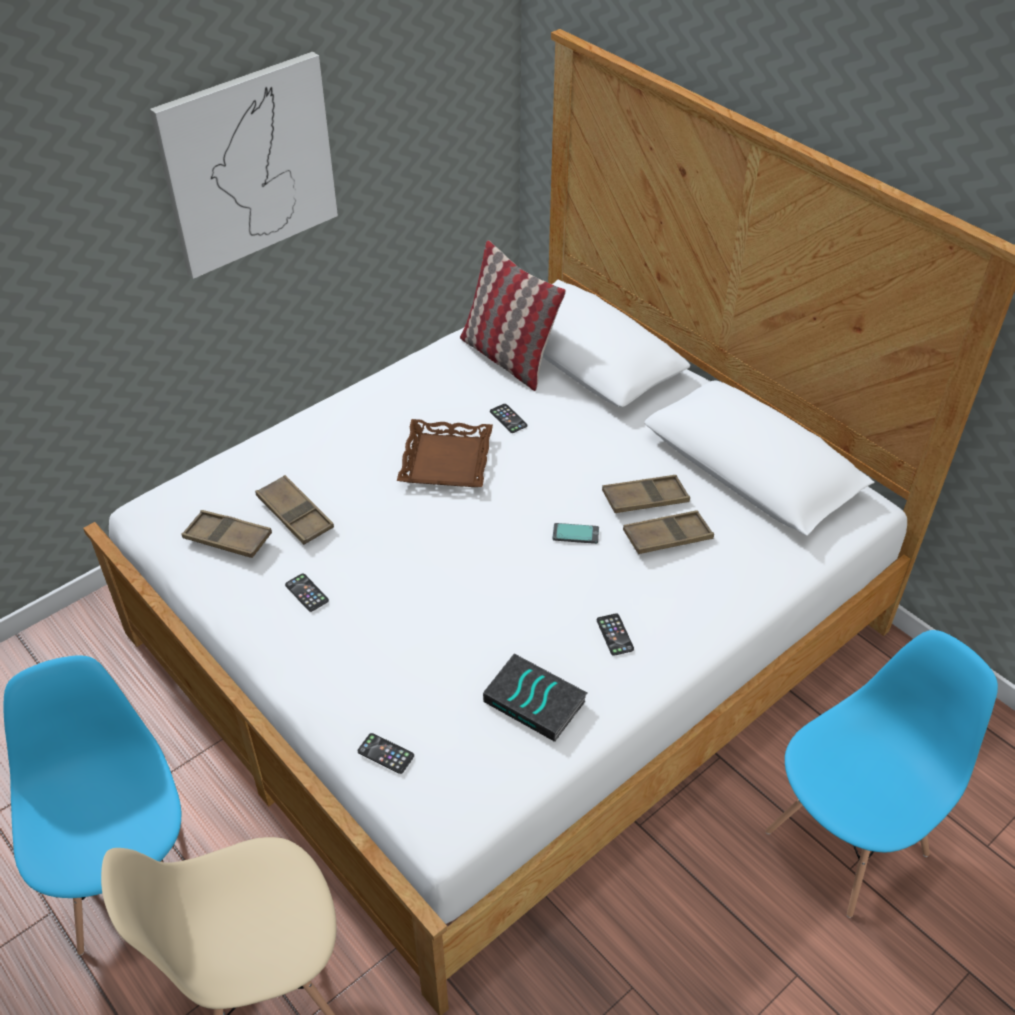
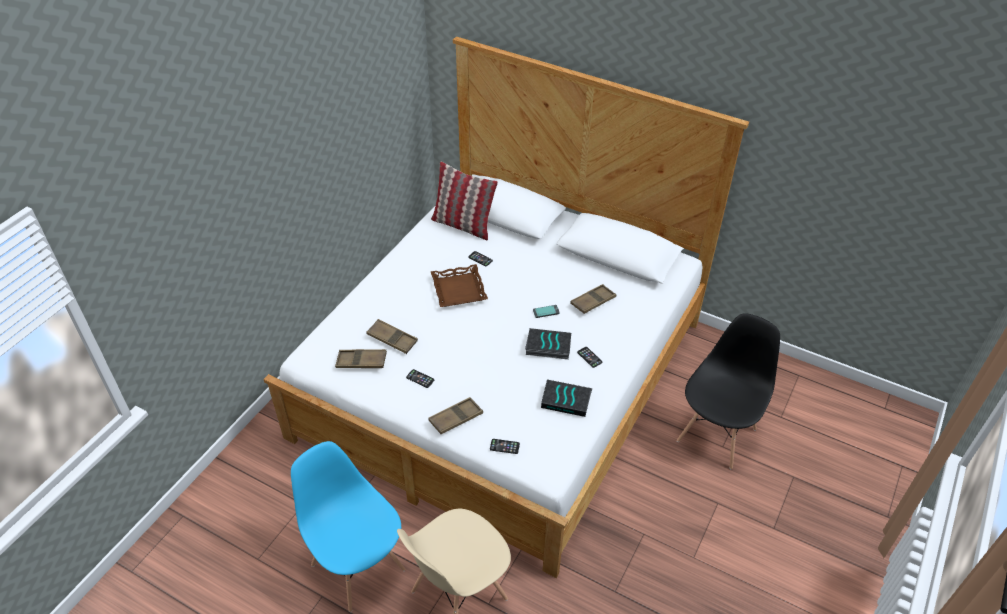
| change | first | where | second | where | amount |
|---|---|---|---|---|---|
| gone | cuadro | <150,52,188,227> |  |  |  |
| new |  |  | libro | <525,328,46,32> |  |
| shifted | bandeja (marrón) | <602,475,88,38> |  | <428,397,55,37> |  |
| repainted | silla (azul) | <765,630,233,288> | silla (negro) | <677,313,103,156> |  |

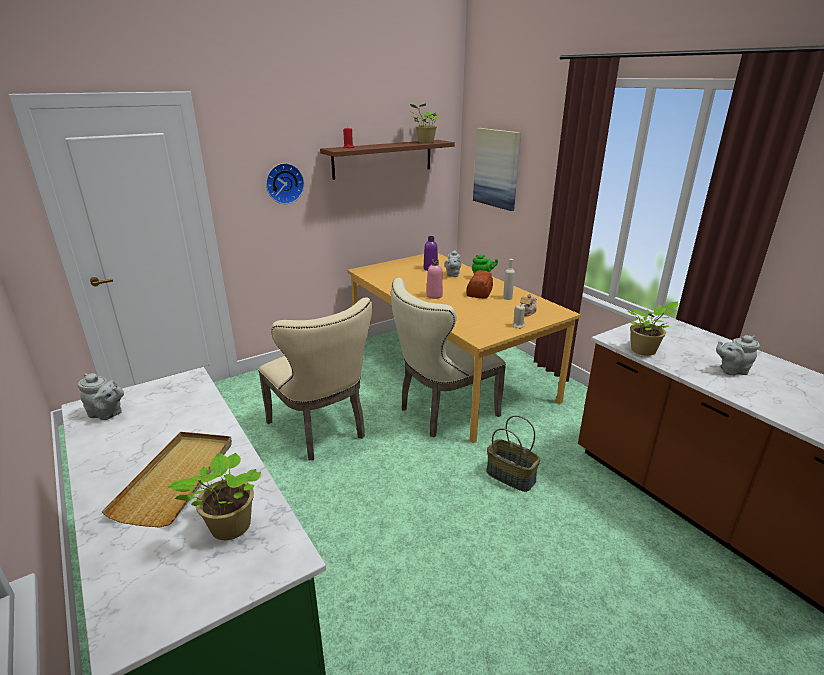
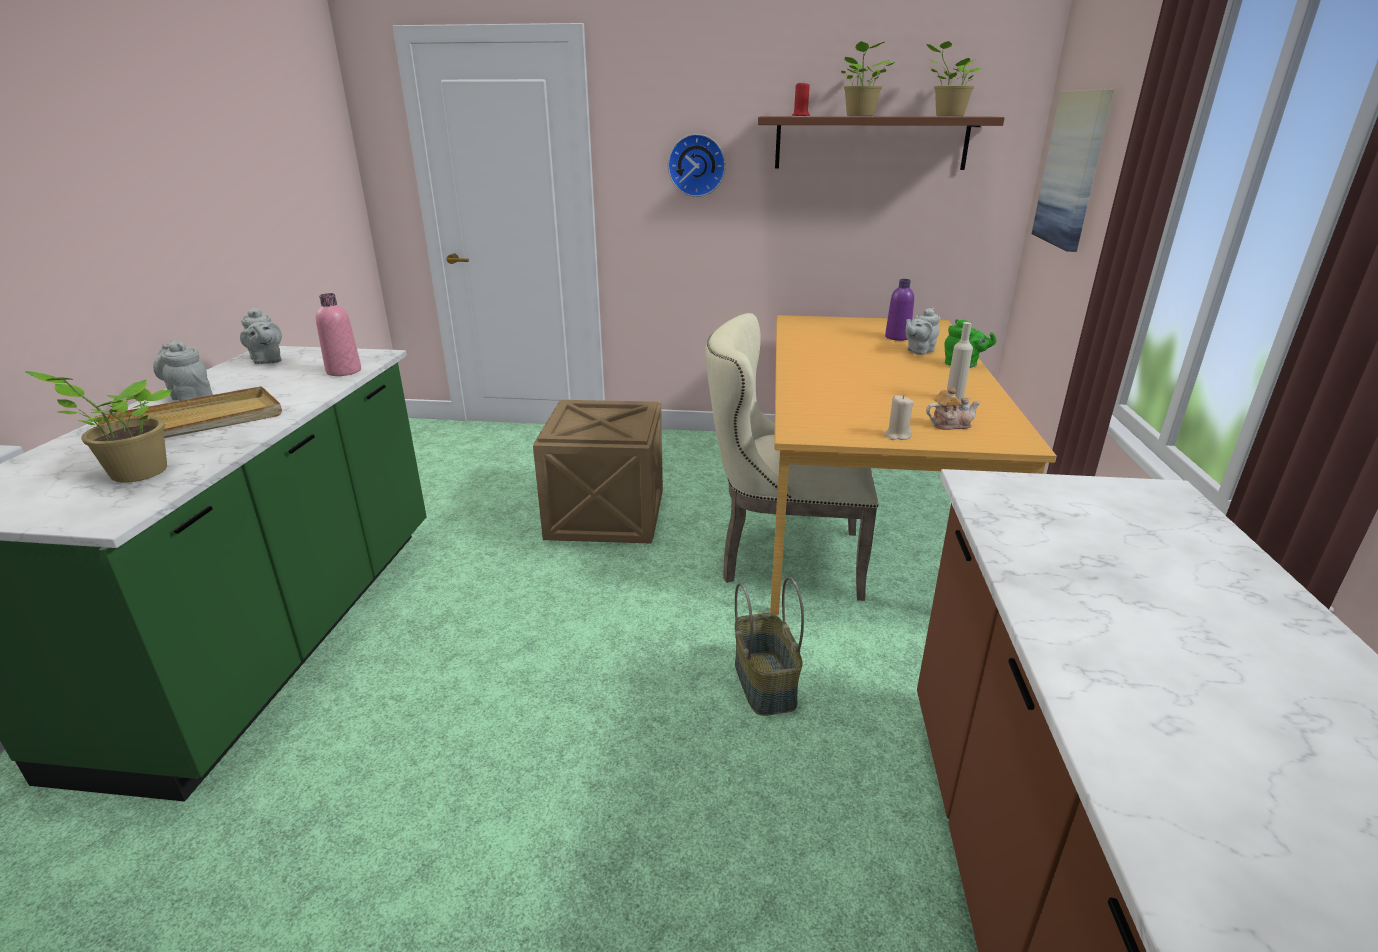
| change | first | where | second | where | amount |
|---|---|---|---|---|---|
| gone | pan | <466,270,27,28> |  |  |  |
| shifted | botella (rosa) | <426,259,17,40> |  | <316,293,45,83> |  |
| shifted | planta en maceta | <628,301,51,55> |  | <841,41,54,75> |  |
| shifted | tetera (gris) | <716,335,44,41> |  | <153,341,60,60> |  |
| swapped | silla (beis) | <258,297,114,163> | caja de embalaje | <533,400,130,144> |  |

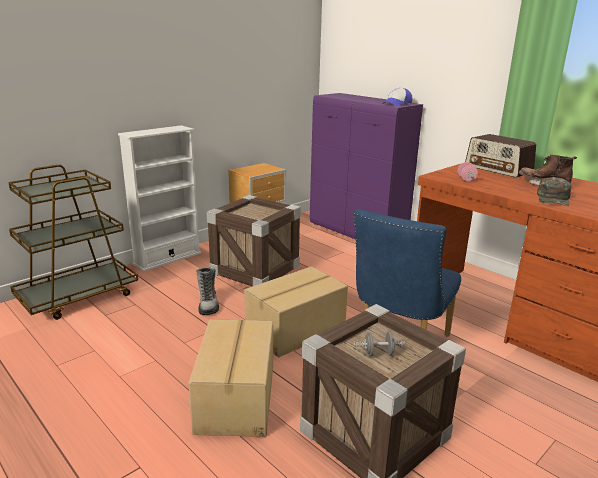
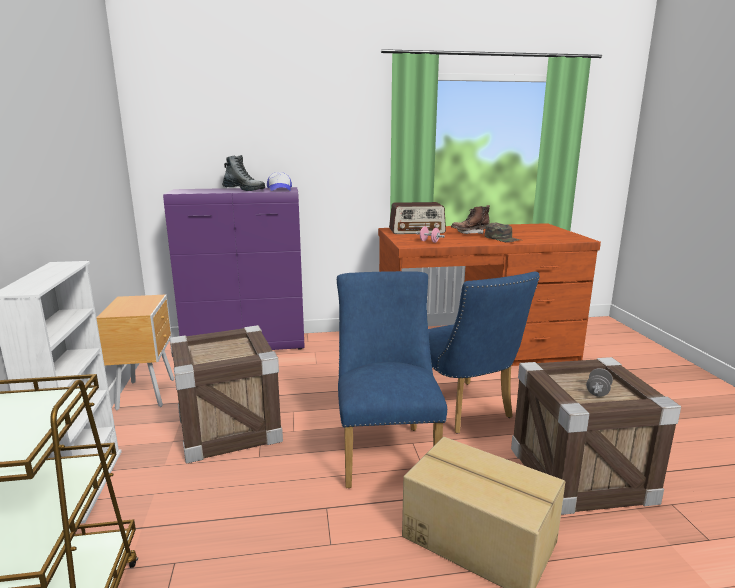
| change | first | where | second | where | amount |
|---|---|---|---|---|---|
| shifted | bota | <196,267,23,48> |  | <222,155,43,36> |  |
| swapped | caja de cartón | <244,266,104,91> | silla (azul) | <337,271,110,217> |  |

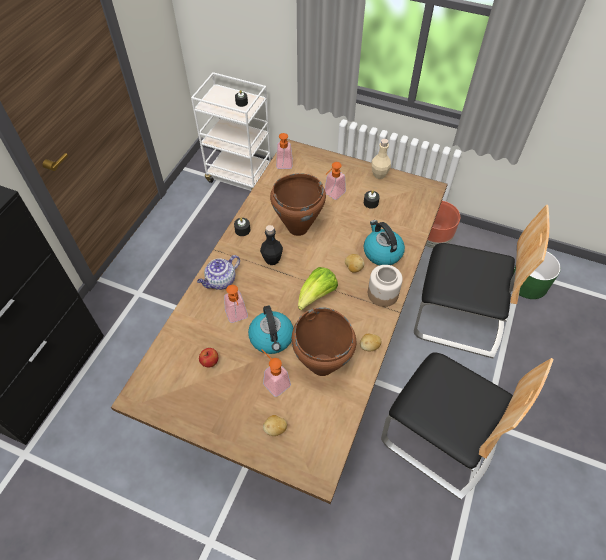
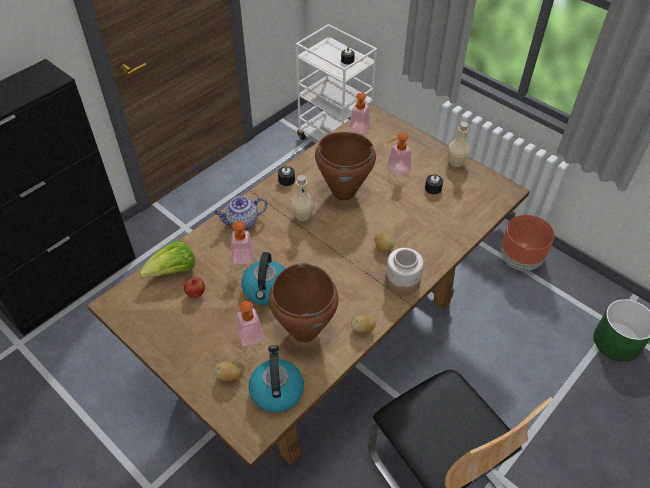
| change | first | where | second | where | amount |
|---|---|---|---|---|---|
| gone | silla | <414,204,135,155> |  |  |  |
| shifted | lechuga | <298,267,40,43> |  | <139,240,56,39> |  |
| shifted | hervidor | <364,220,41,45> |  | <249,345,55,67> |  |
| repainted | botella (negro) | <260,225,23,40> | botella (beis) | <291,175,23,46> |  |

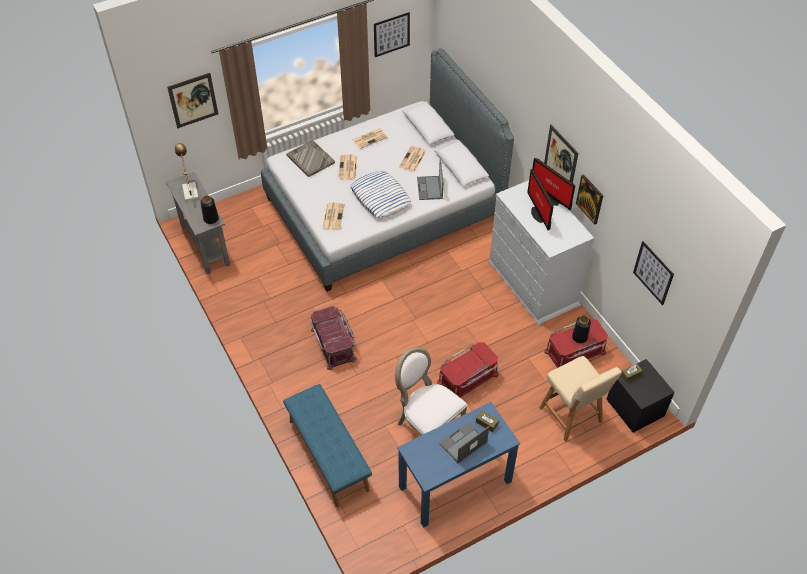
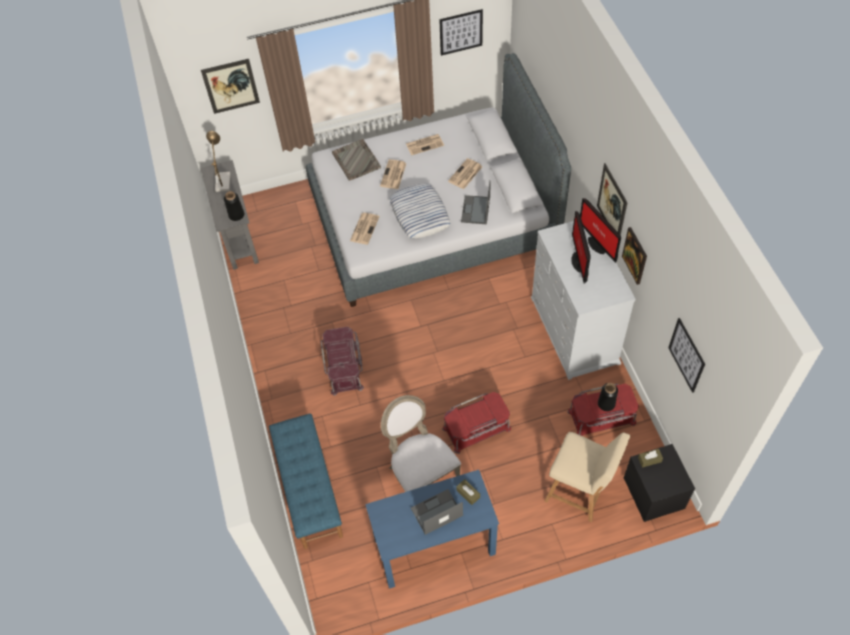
| change | first | where | second | where | amount |
|---|---|---|---|---|---|
| rotated | silla (beis) | <539,356,83,86> |  | <544,432,86,90> | 45 degrees counterclockwise |

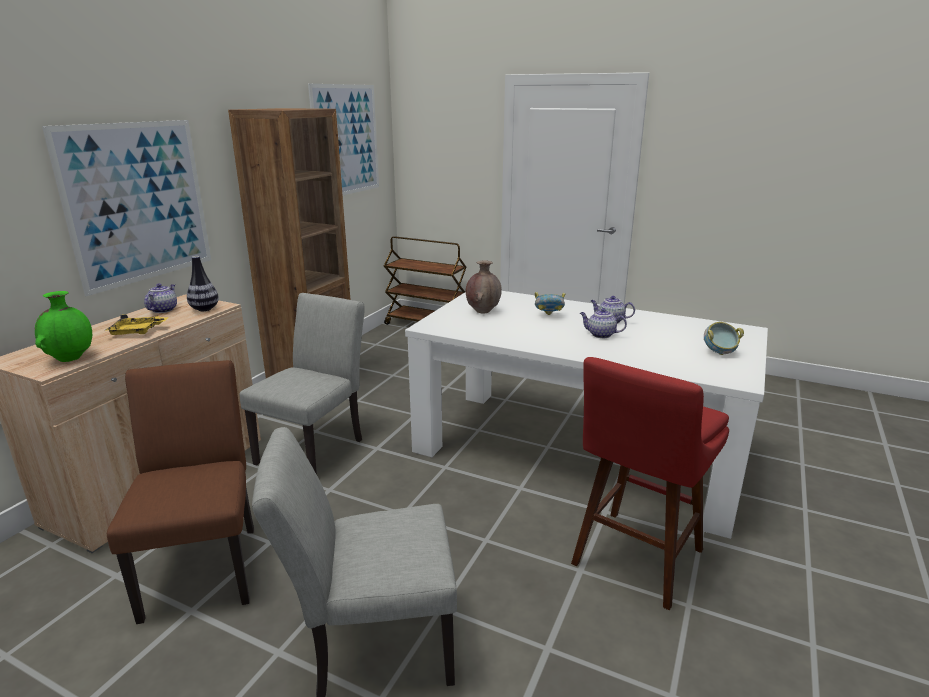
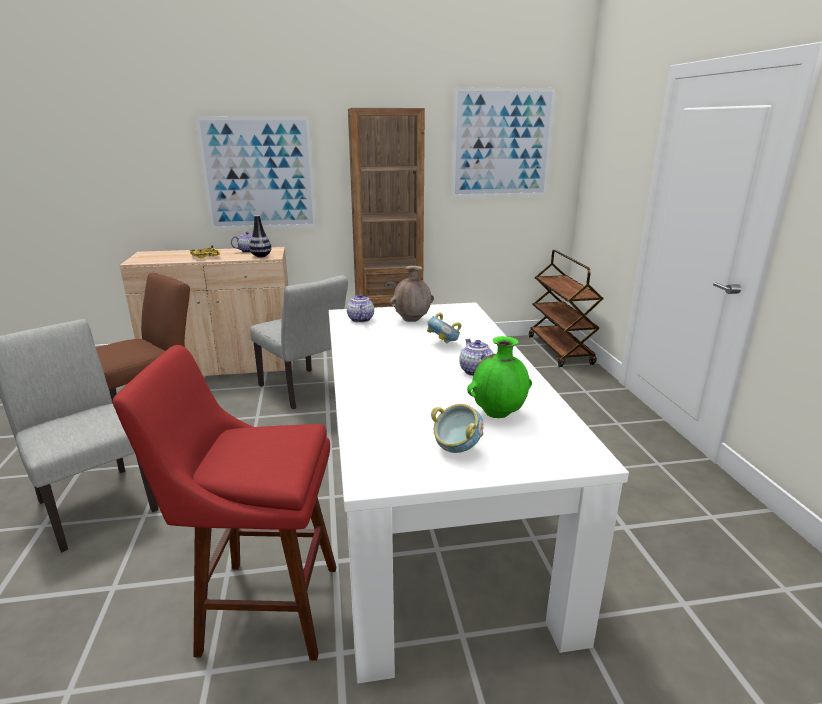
| change | first | where | second | where | amount |
|---|---|---|---|---|---|
| shifted | florero (verde) | <35,291,57,71> |  | <467,336,65,82> |  |
| shifted | tetera | <580,308,47,30> |  | <347,294,27,29> |  |
| rotated | silla (gris) | <240,293,125,182> |  | <250,275,98,134> | 60 degrees clockwise |

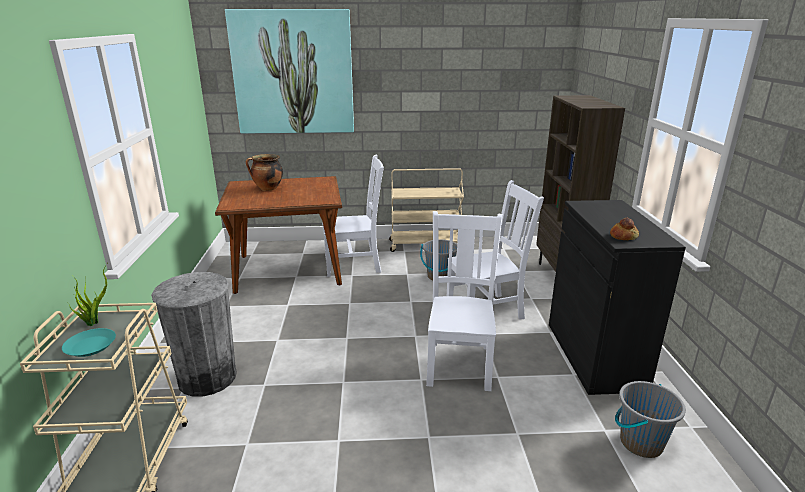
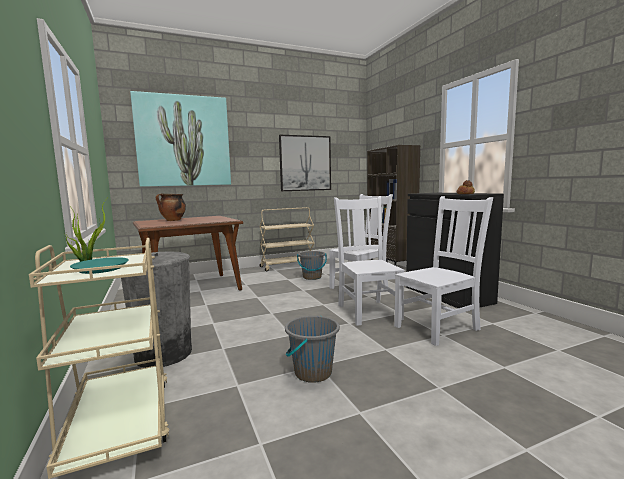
| change | first | where | second | where | amount |
|---|---|---|---|---|---|
| new |  |  | cuadro | <279,135,52,56> |  |
| shifted | silla (blanco) | <322,155,62,122> |  | <394,196,99,150> |  |
| shifted | cubo (gris) | <615,381,71,77> |  | <285,316,55,67> |  |

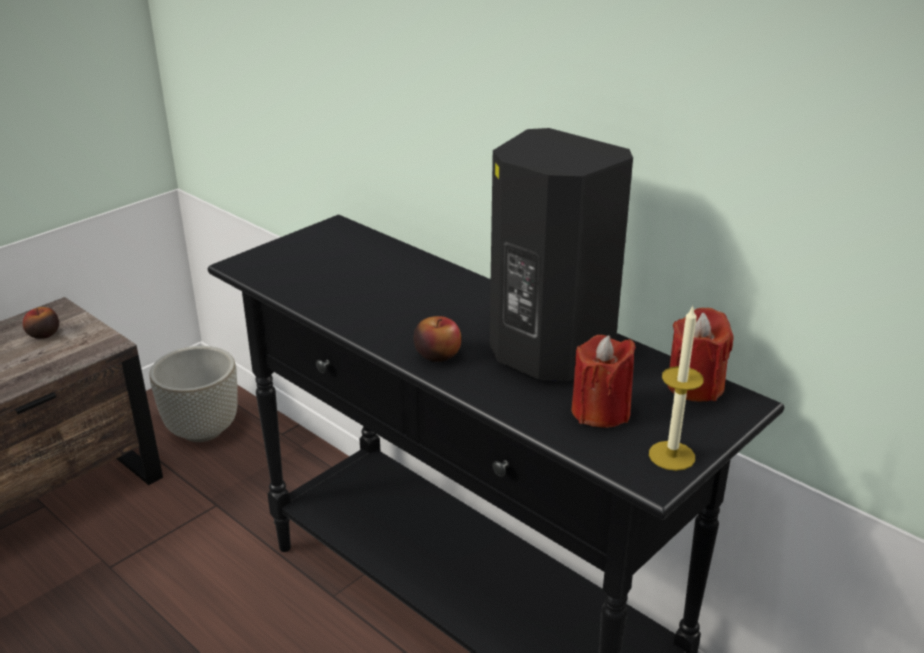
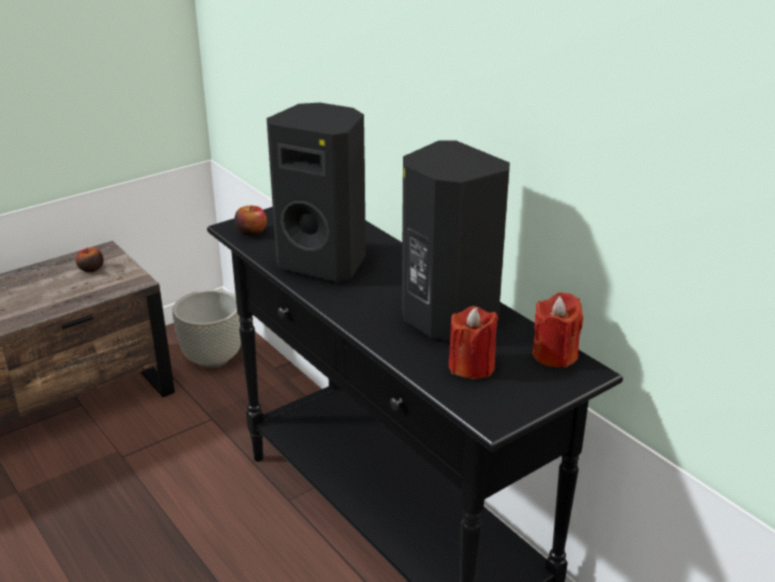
| change | first | where | second | where | amount |
|---|---|---|---|---|---|
| gone | vela | <649,306,55,165> |  |  |  |
| new |  |  | altavoz (negro) | <267,103,99,179> |  |
| shifted | manzana | <413,316,48,46> |  | <235,206,32,30> |  |

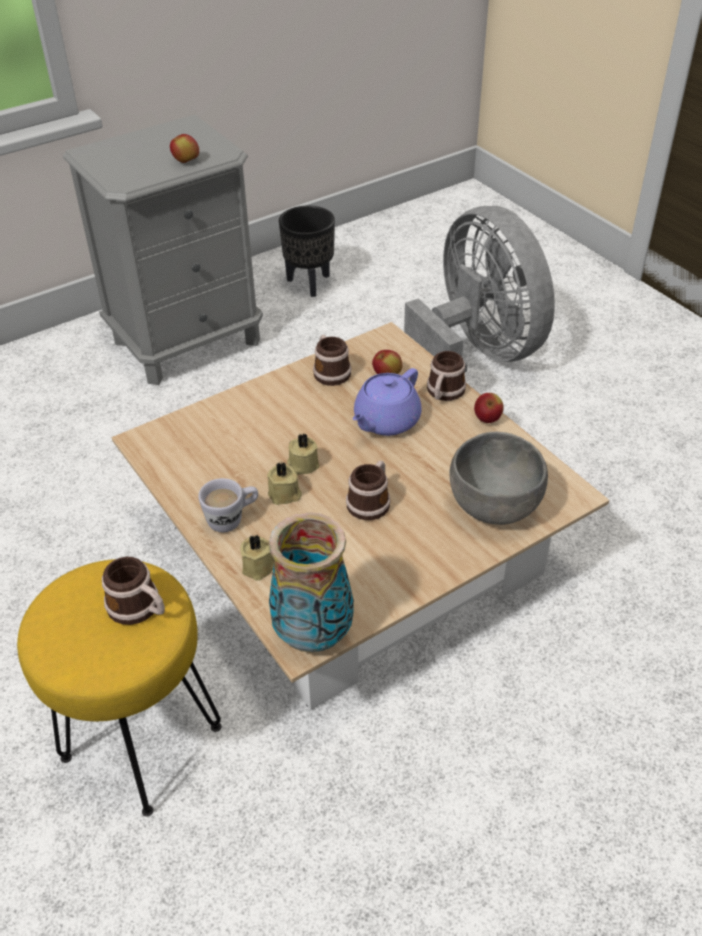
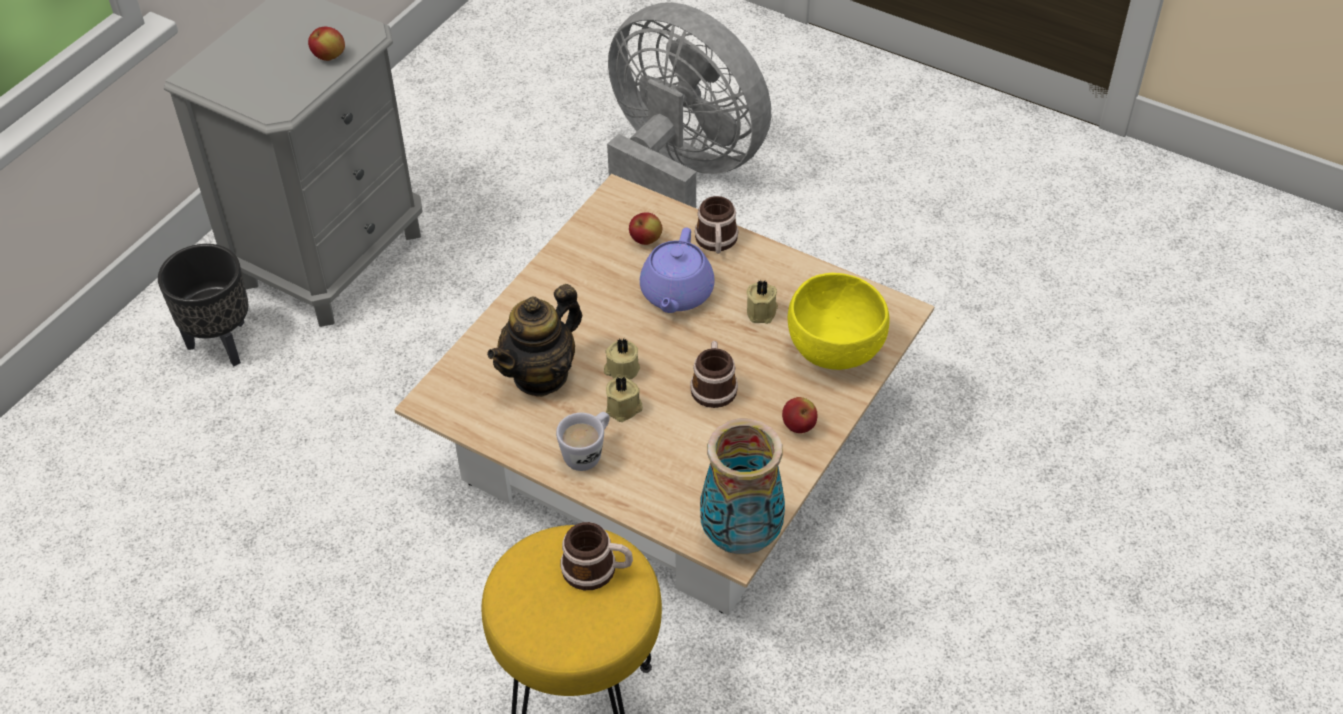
| change | first | where | second | where | amount |
|---|---|---|---|---|---|
| gone | taza grande | <313,335,39,51> |  |  |  |
| new |  |  | tetera | <487,284,95,113> |  |
| shifted | vela (beis) | <240,534,34,47> |  | <746,279,32,45> |  |
| shifted | maceta (negro) | <279,206,56,91> |  | <158,244,91,122> |  |
| shifted | manzana | <474,393,30,30> |  | <782,397,35,36> |  |
| repainted | cuenco (gris) | <449,432,99,93> | cuenco (amarillo) | <788,273,102,97> |  |

